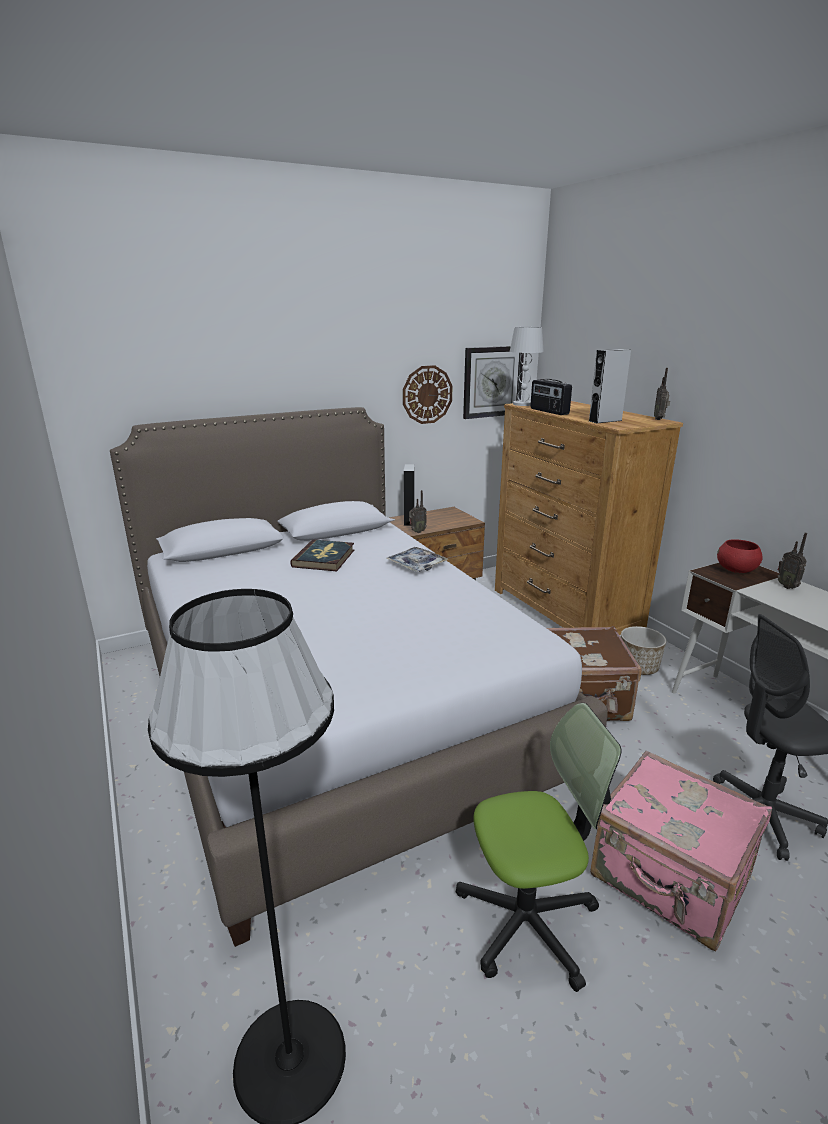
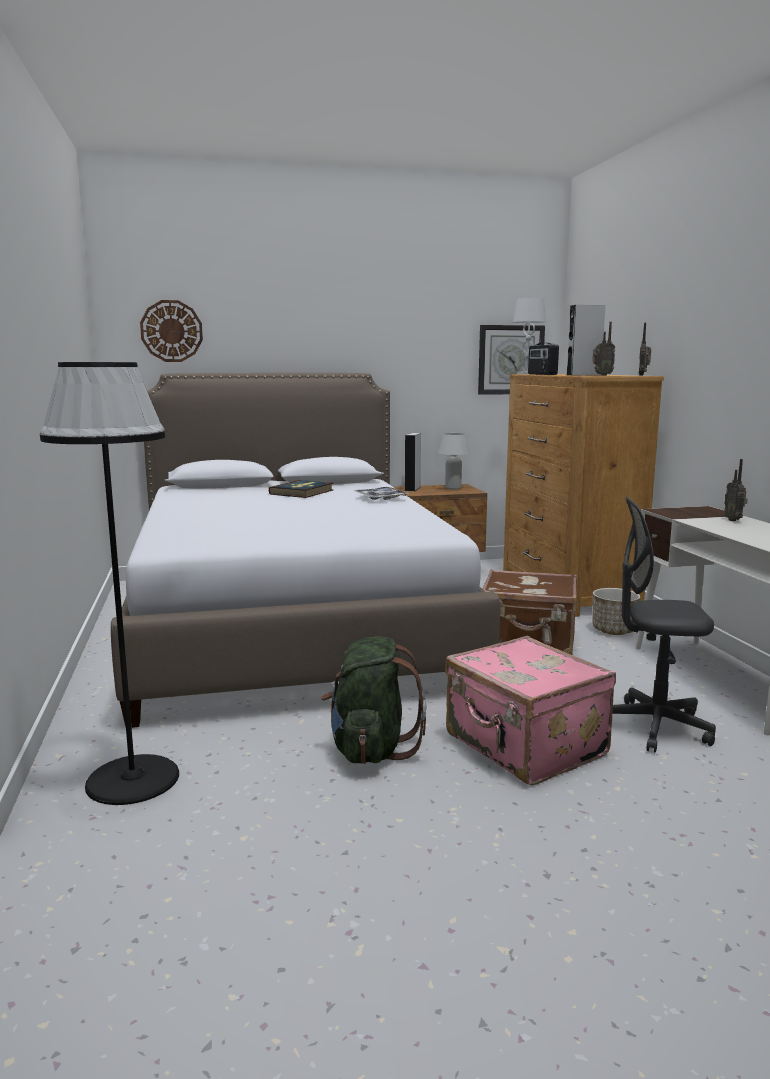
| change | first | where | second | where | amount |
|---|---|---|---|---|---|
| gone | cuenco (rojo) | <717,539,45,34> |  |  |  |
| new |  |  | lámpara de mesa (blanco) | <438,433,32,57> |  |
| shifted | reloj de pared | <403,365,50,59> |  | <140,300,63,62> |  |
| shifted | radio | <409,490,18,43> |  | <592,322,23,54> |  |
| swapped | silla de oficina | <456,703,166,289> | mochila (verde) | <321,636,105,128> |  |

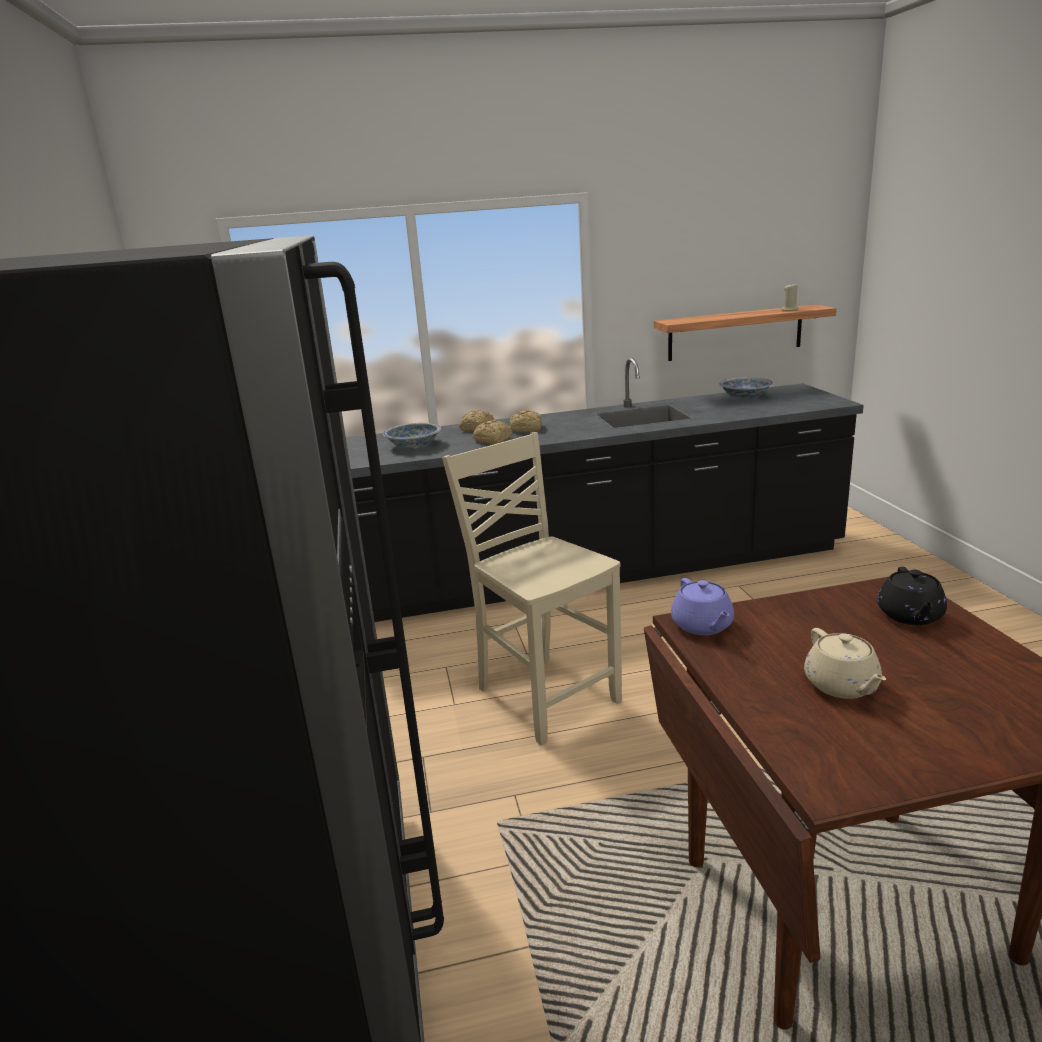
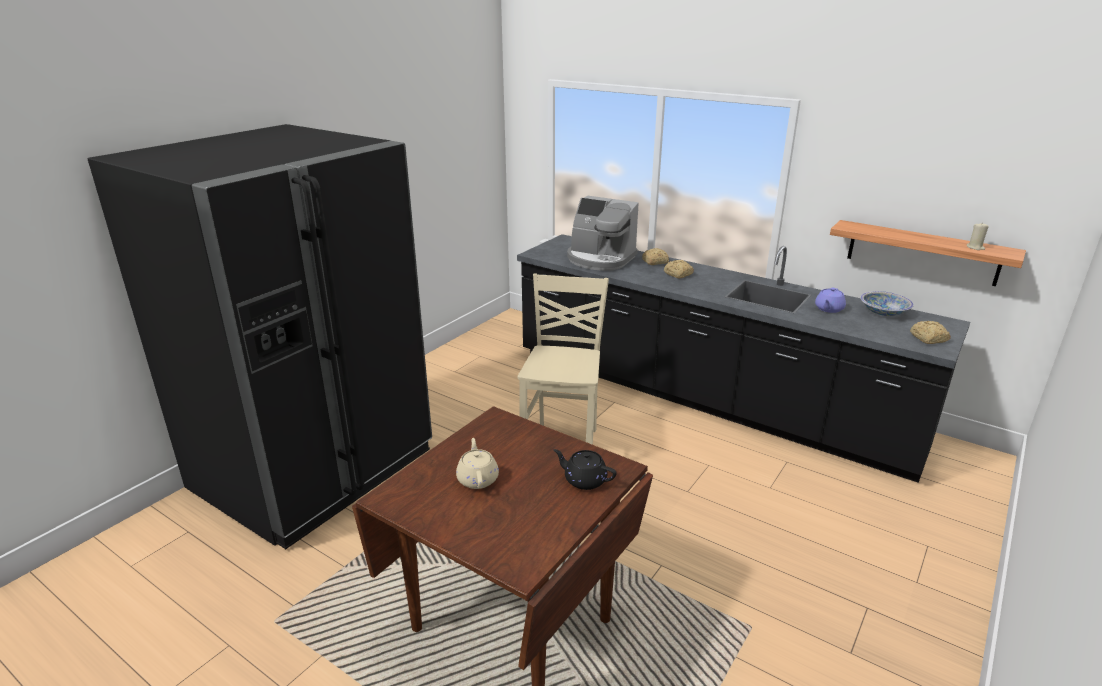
| change | first | where | second | where | amount |
|---|---|---|---|---|---|
| shifted | pan | <473,420,39,24> |  | <910,321,41,23> |  |
| shifted | tetera (morado) | <671,578,63,57> |  | <815,287,31,26> |  |
| swapped | cuenco | <383,423,58,25> | cafetera | <567,196,71,75> |  |
| rotated | tetera (beis) | <804,628,82,71> |  | <456,438,43,51> | 135 degrees clockwise |
| rotated | tetera (negro) | <877,567,70,58> |  | <553,449,63,41> | 60 degrees clockwise |

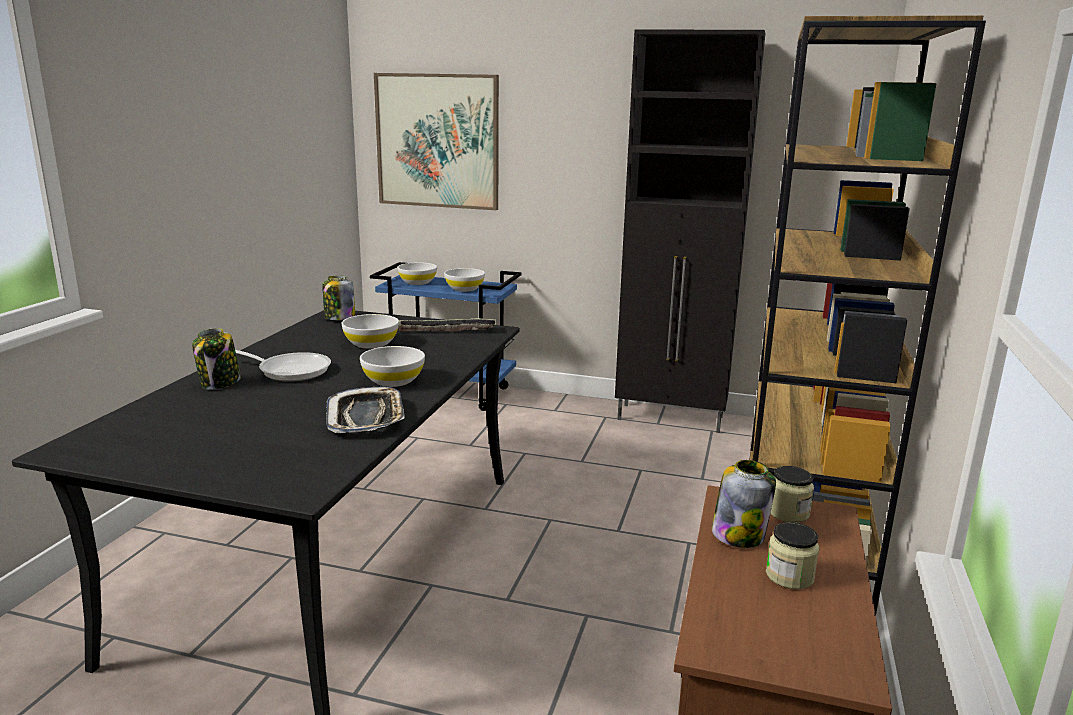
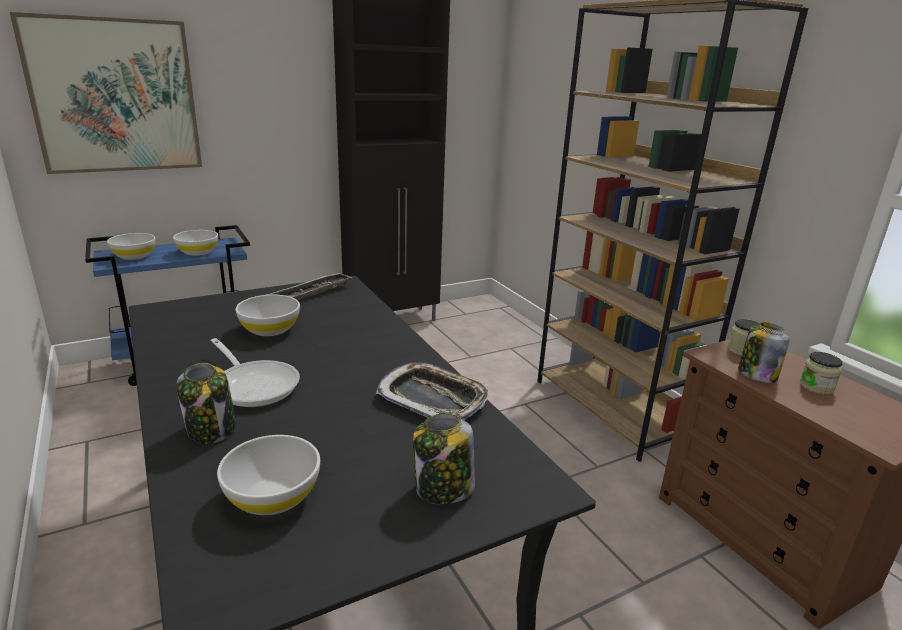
| change | first | where | second | where | amount |
|---|---|---|---|---|---|
| shifted | tarro | <322,276,33,44> |  | <413,413,62,91> |  |
| shifted | cuenco (blanco) | <360,346,65,41> |  | <217,435,103,80> |  |
| rotated | sartén | <235,350,96,32> |  | <211,338,89,69> | 75 degrees clockwise |

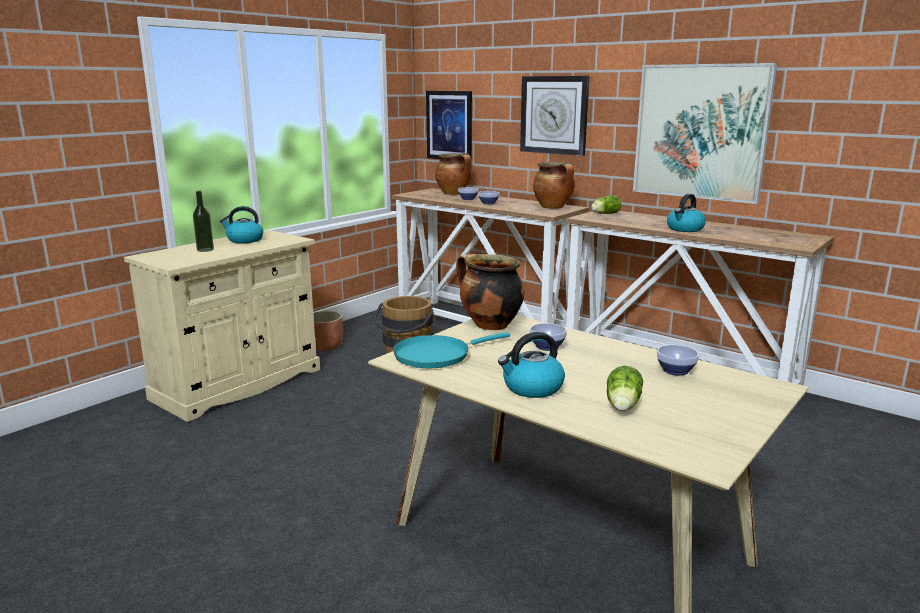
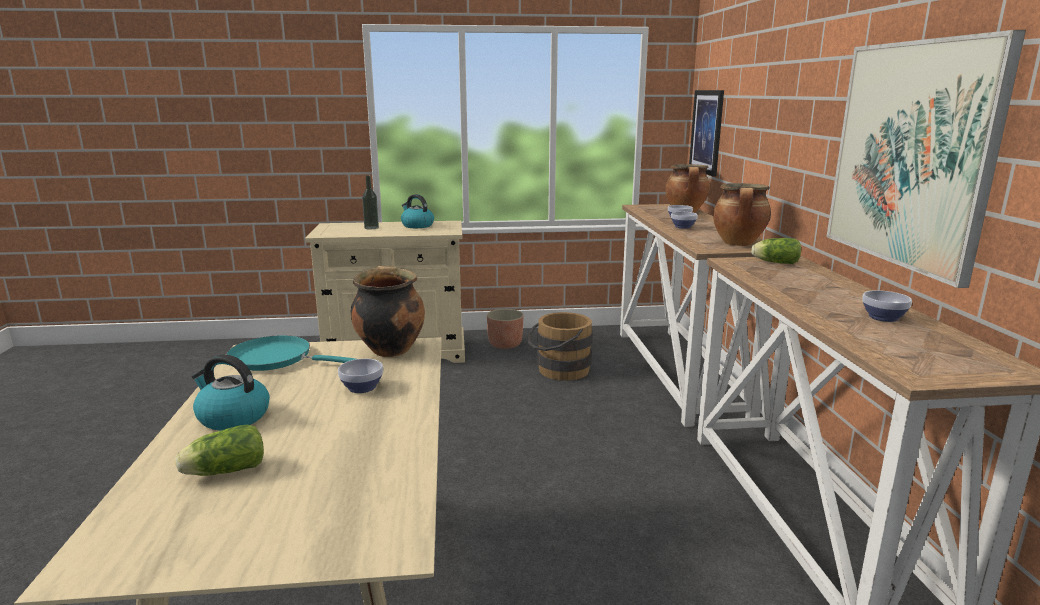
| change | first | where | second | where | amount |
|---|---|---|---|---|---|
| gone | reloj de pared | <520,76,70,80> |  |  |  |
| gone | hervidor | <667,194,39,38> |  |  |  |
| shifted | cuenco | <657,345,42,31> |  | <862,290,50,32> |  |

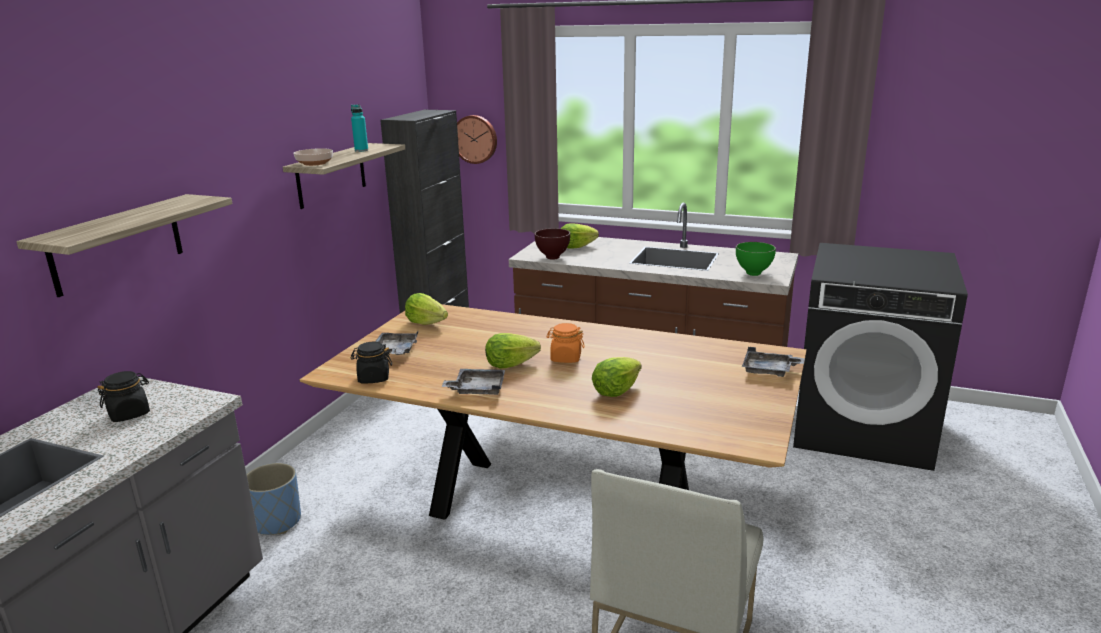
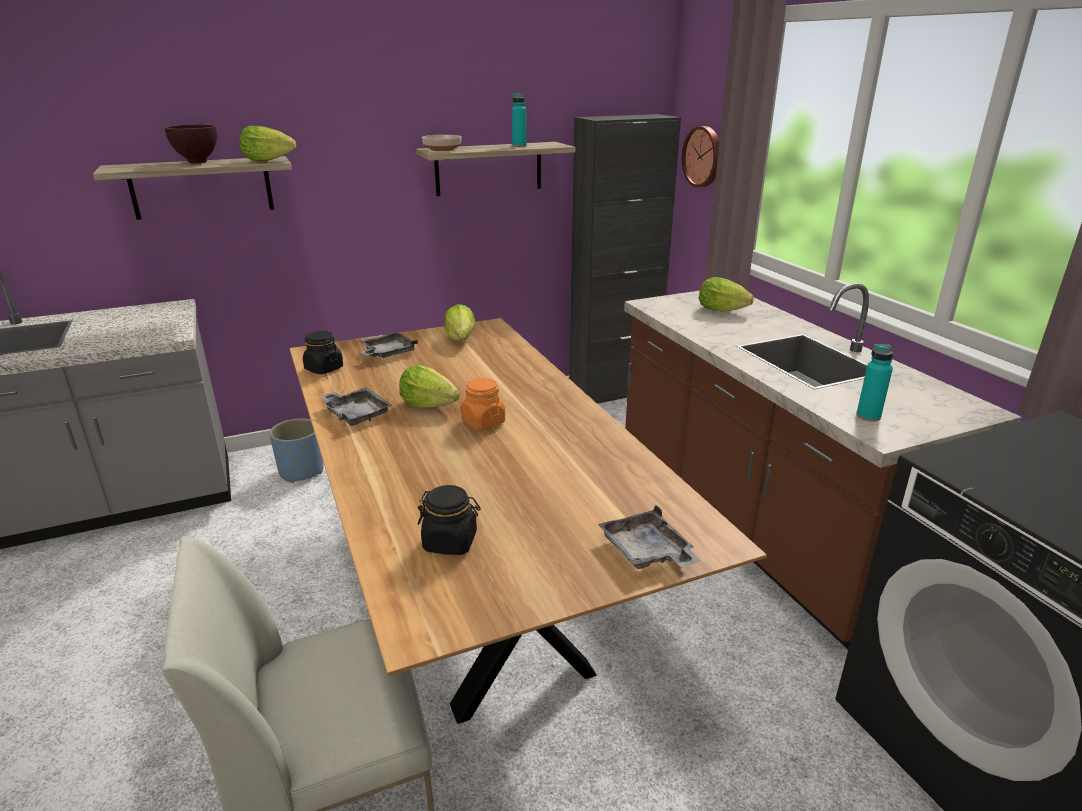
| change | first | where | second | where | amount |
|---|---|---|---|---|---|
| shifted | tarro (negro) | <97,371,53,51> |  | <418,485,63,70> |  |
| shifted | cuenco (marrón) | <535,228,35,32> |  | <165,124,52,40> |  |
| shifted | lechuga | <592,357,50,40> |  | <239,126,57,35> |  |
| swapped | cuenco (verde) | <736,242,40,34> | botella (turquesa) | <856,344,37,78> |  |

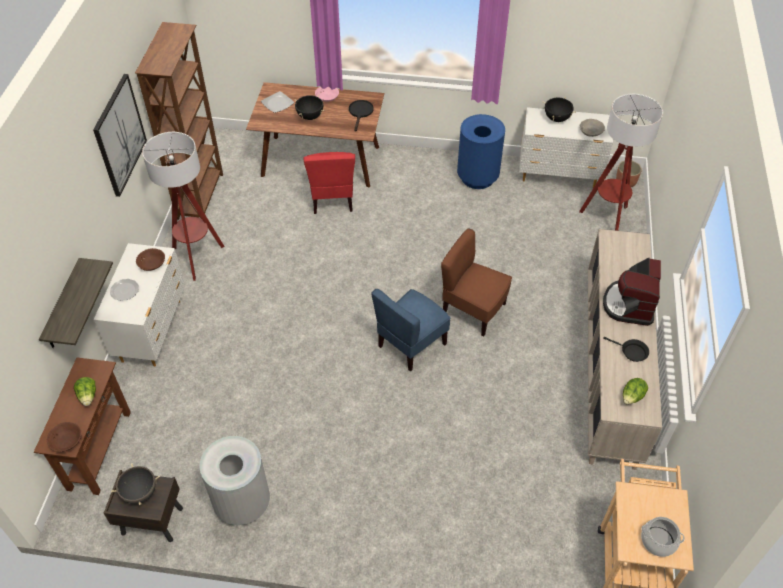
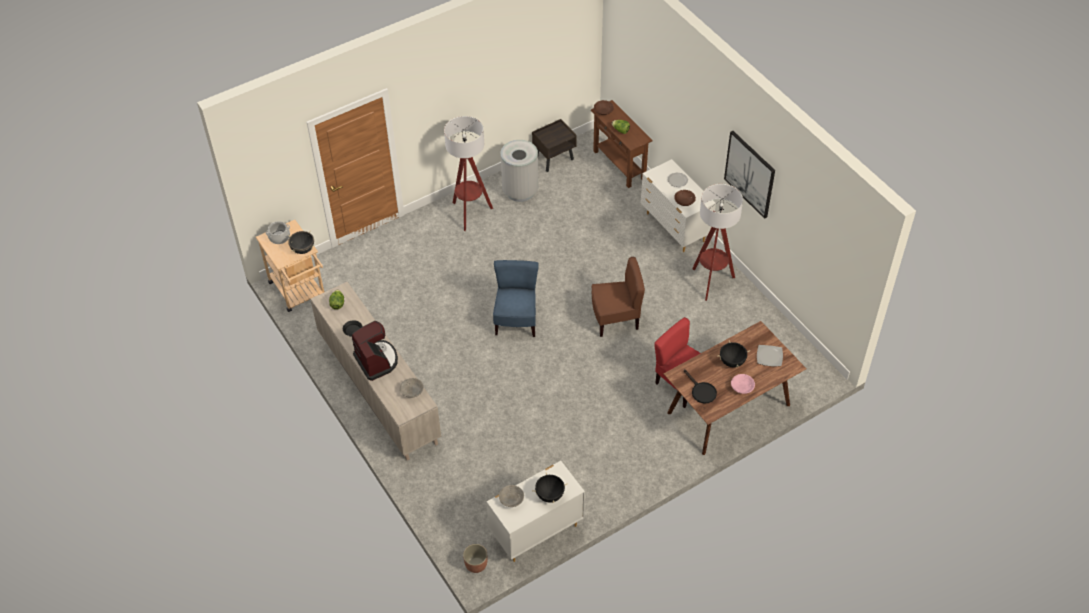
| change | first | where | second | where | amount |
|---|---|---|---|---|---|
| gone | estante | <39,258,74,90> |  |  |  |
| gone | estantería (marrón) | <135,22,88,198> |  |  |  |
| gone | papelera (azul) | <457,114,48,75> |  |  |  |
| new |  |  | cuenco (gris) | <400,378,24,20> |  |
| shifted | olla (negro) | <111,463,49,42> |  | <288,230,26,24> |  |
| shifted | silla (marrón) | <441,229,71,108> |  | <592,257,53,80> |  |
| shifted | lámpara de pie | <579,94,84,137> |  | <444,116,49,115> |  |

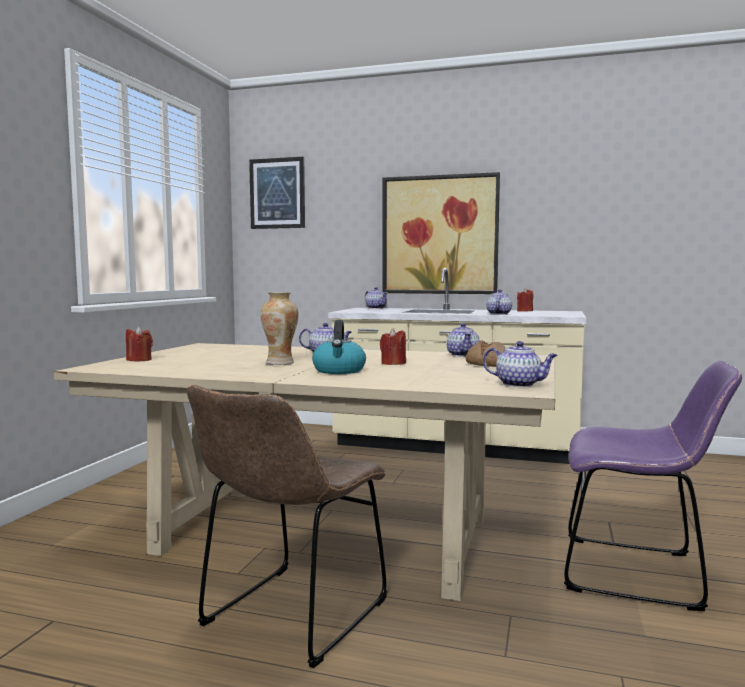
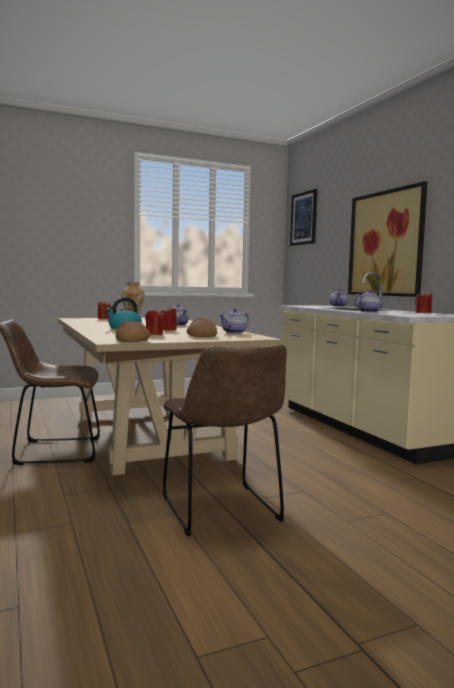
| change | first | where | second | where | amount |
|---|---|---|---|---|---|
| new |  |  | vela (rojo) | <145,308,19,27> |  |
| swapped | tetera | <483,341,74,46> | pan | <116,321,34,21> |  |
| repainted | silla (morado) | <564,361,178,250> | silla (marrón) | <163,344,124,192> |  |

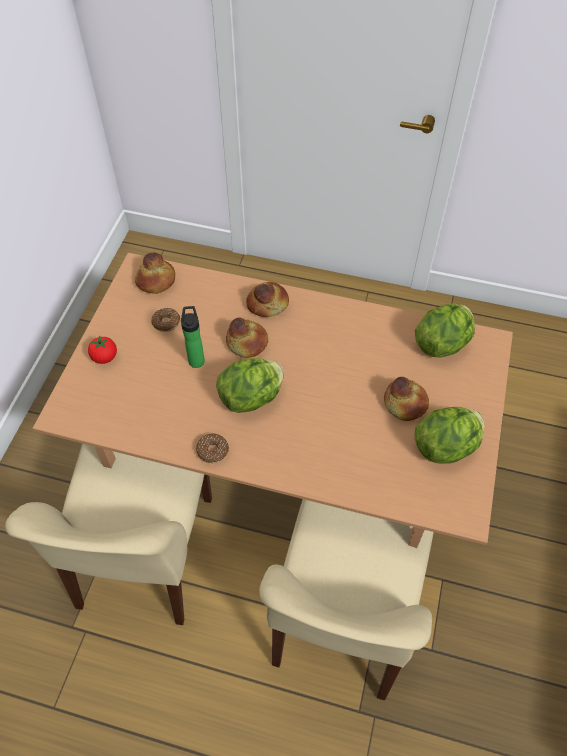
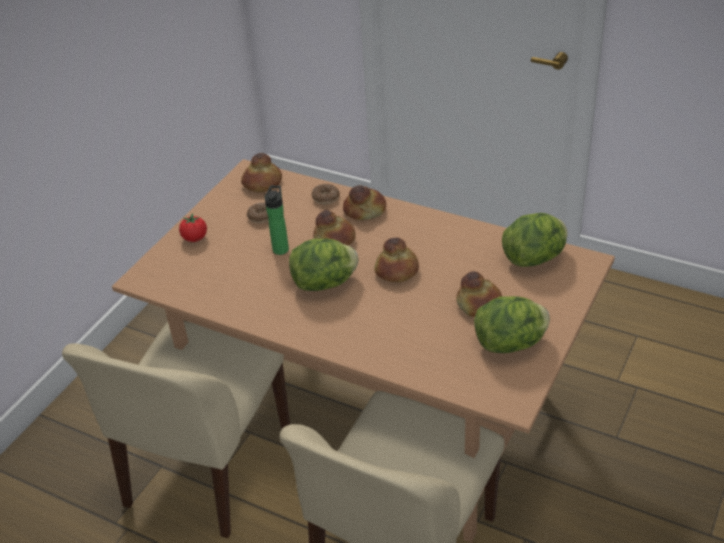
| change | first | where | second | where | amount |
|---|---|---|---|---|---|
| new |  |  | pan | <374,237,45,45> |  |
| shifted | rosquilla | <196,434,33,29> |  | <312,184,28,20> |  |

